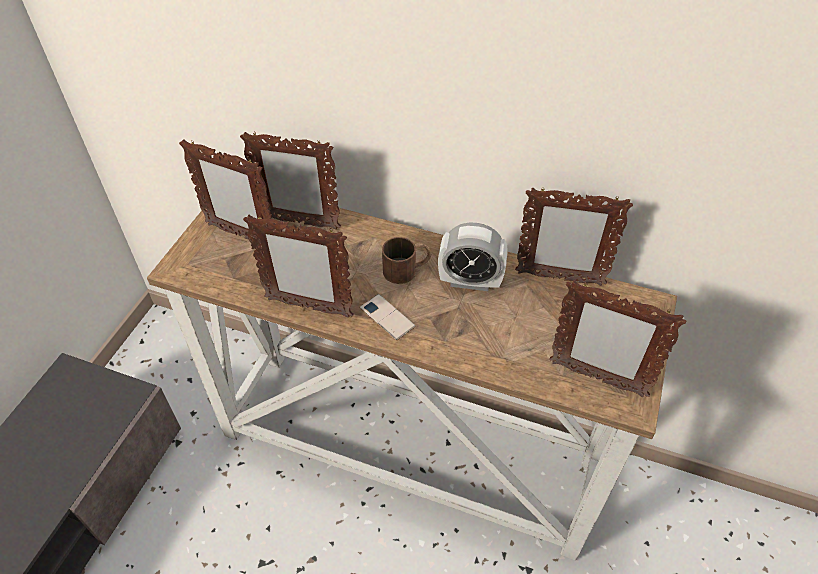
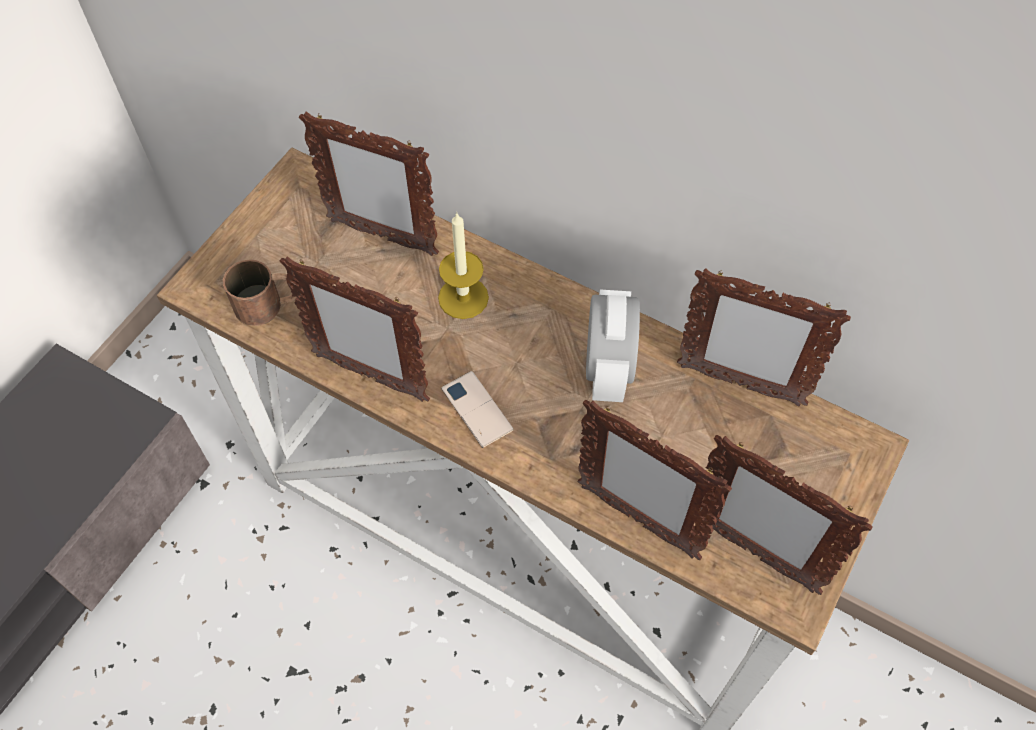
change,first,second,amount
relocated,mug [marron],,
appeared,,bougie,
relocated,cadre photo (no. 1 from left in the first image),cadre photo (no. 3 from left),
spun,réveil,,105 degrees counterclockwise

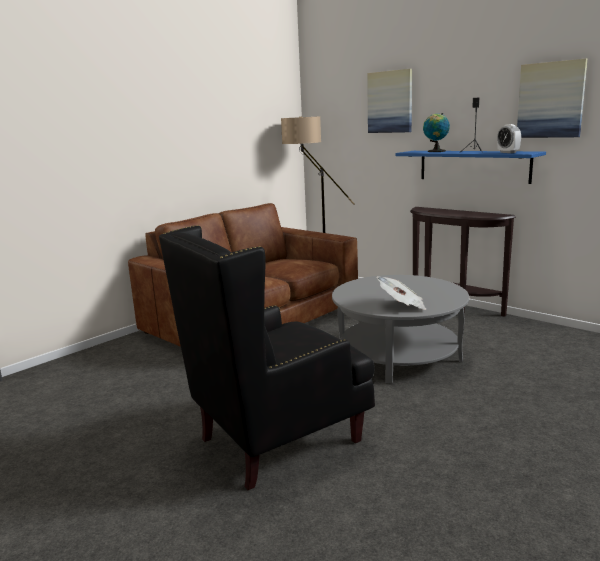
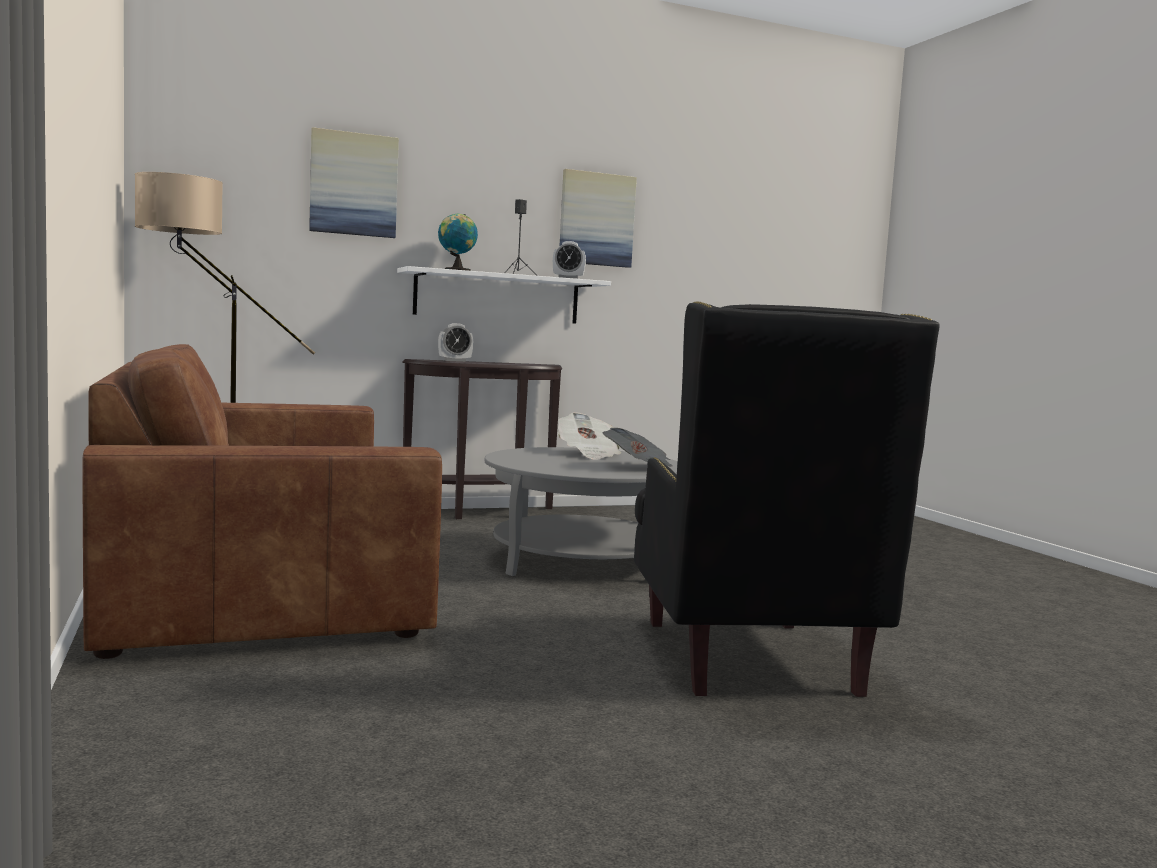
change,first,second,amount
colour,étagère [bleu],étagère [blanc],
appeared,,réveil (no. 1 from left),
appeared,,journal (no. 1 from left),

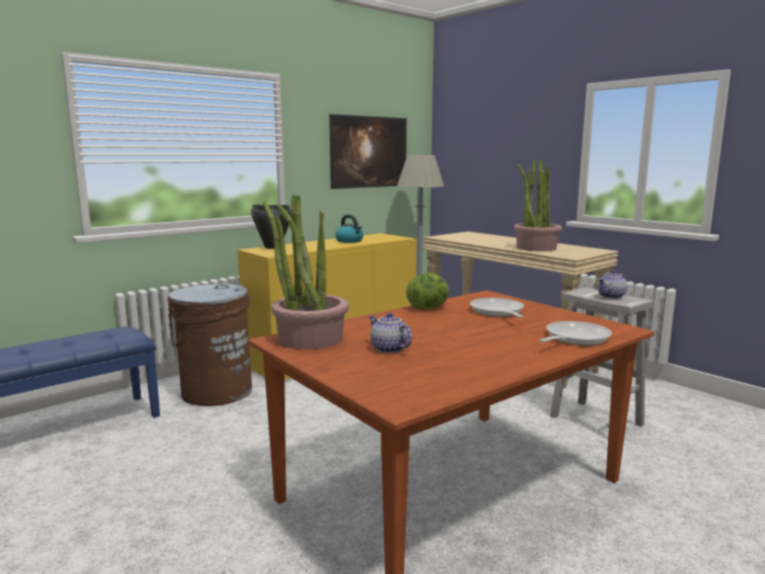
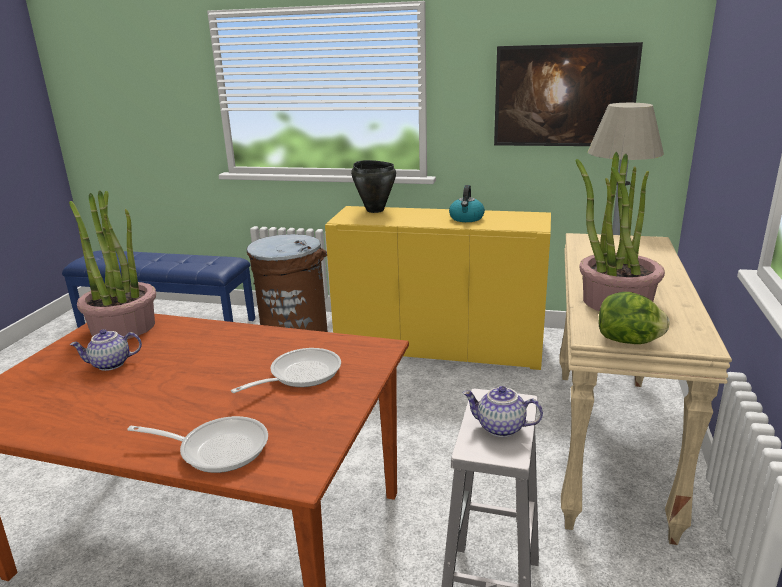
change,first,second,amount
spun,théière (no. 1 from left),,120 degrees counterclockwise
relocated,laitue,,

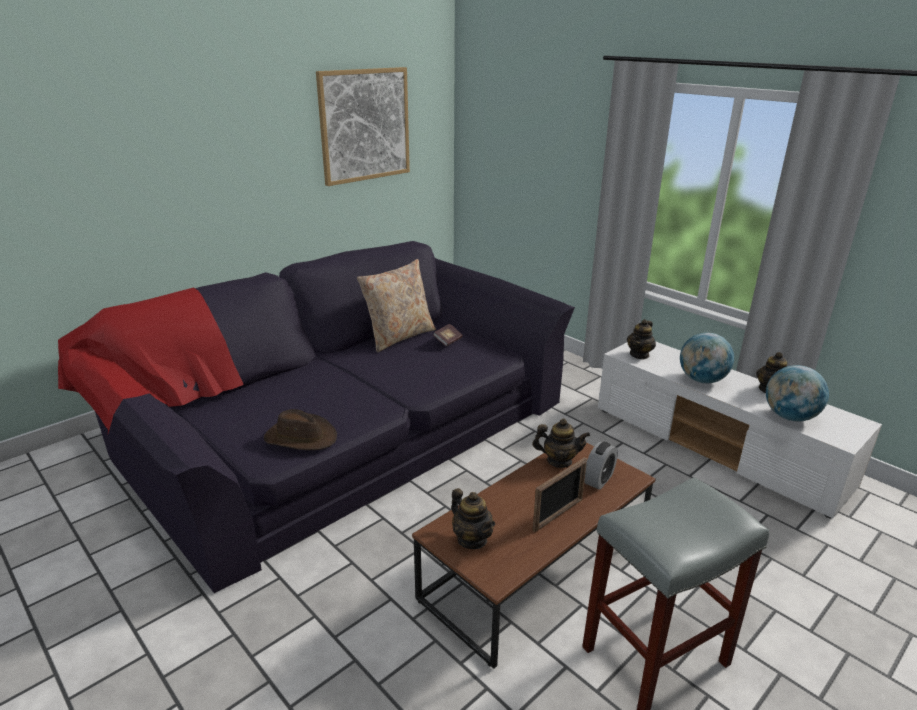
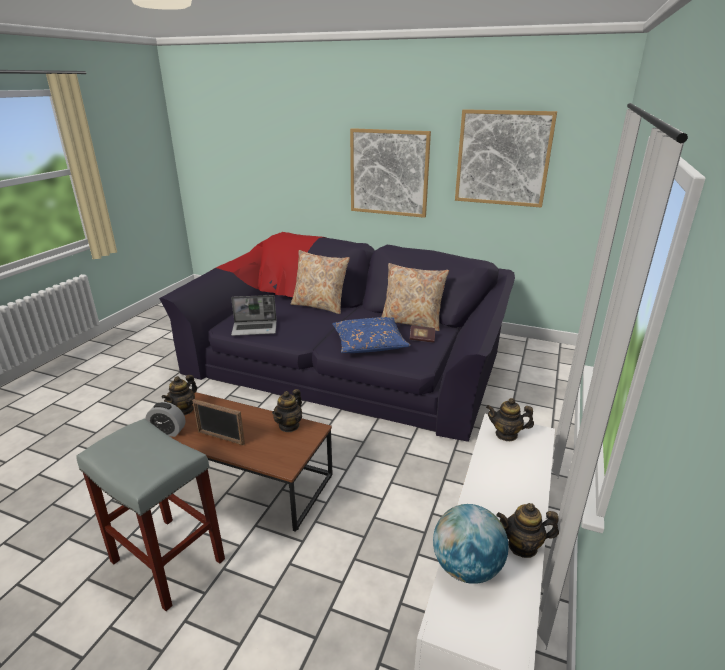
change,first,second,amount
relocated,réveil,,
exchanged,chapeau [marron],ordinateur portable,
spun,théière (no. 2 from left),,45 degrees clockwise
appeared,,coussin [beige] (no. 1 from left),
appeared,,coussin [bleu],
appeared,,tableau (no. 1 from left),
missing,globe (no. 1 from left),,

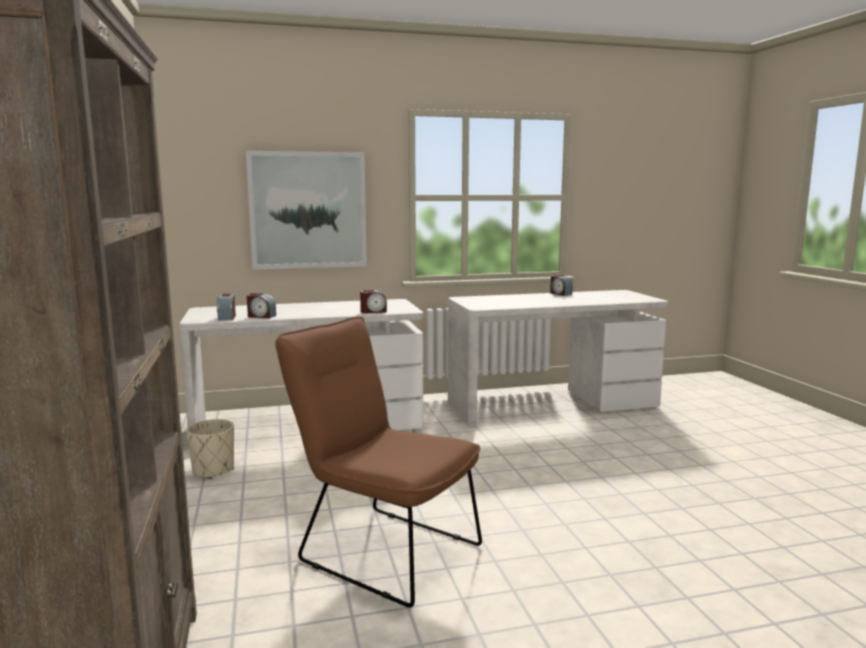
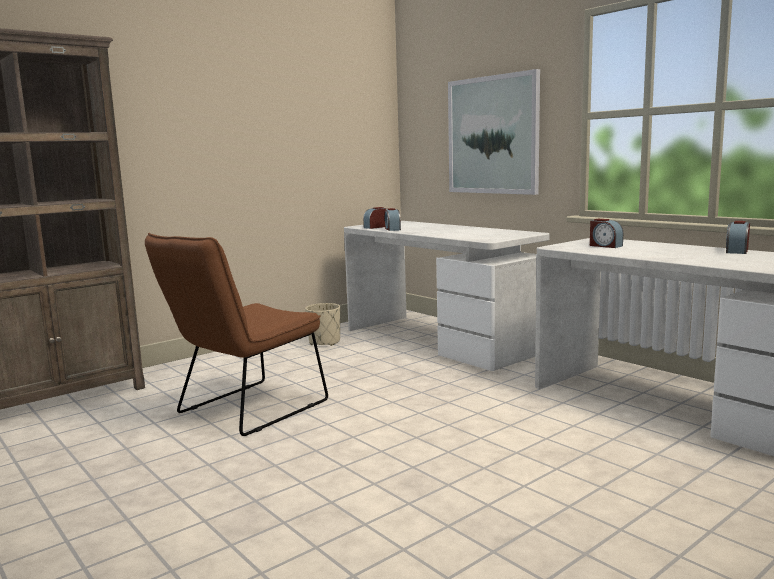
change,first,second,amount
spun,chaise [marron],,150 degrees counterclockwise
relocated,réveil (no. 3 from left),,

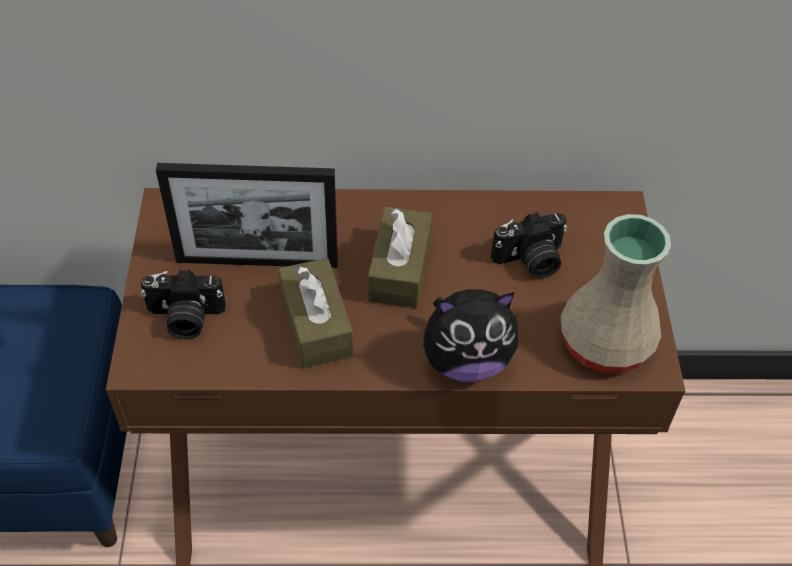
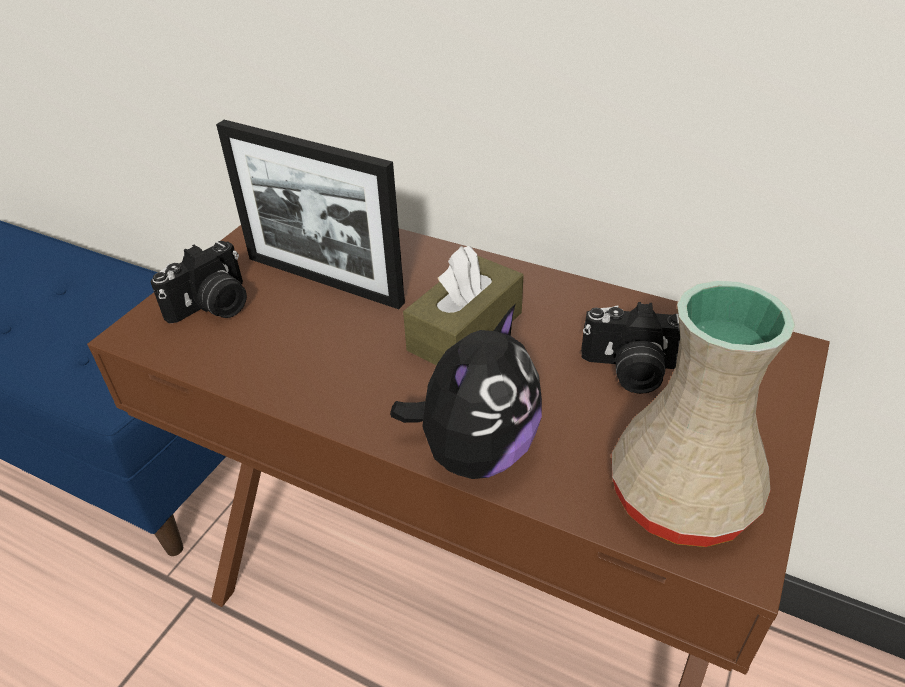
change,first,second,amount
spun,appareil photo (no. 1 from left),,75 degrees counterclockwise
spun,peluche,,75 degrees counterclockwise
missing,boîte à mouchoirs [marron] (no. 1 from left),,

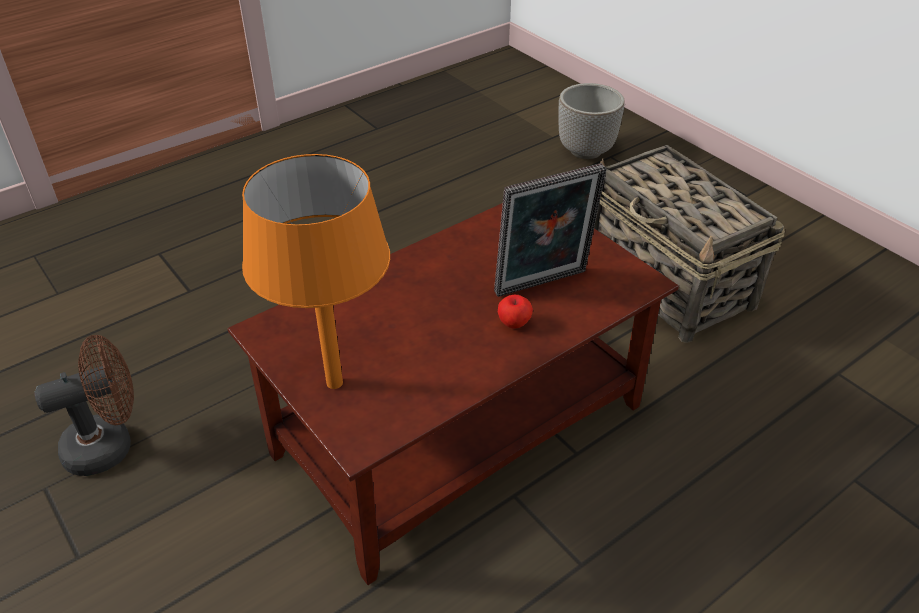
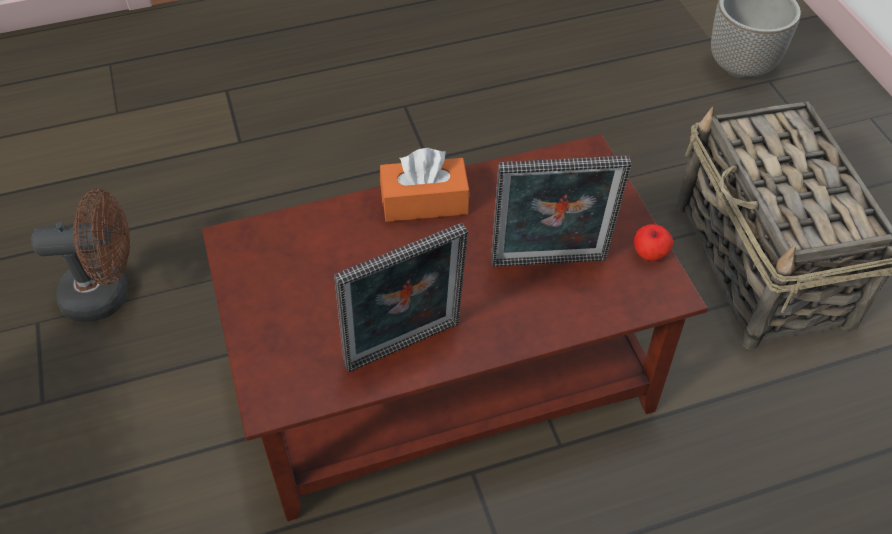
change,first,second,amount
appeared,,cadre photo (no. 1 from left),
appeared,,boîte à mouchoirs [orange],
relocated,pomme,,
missing,lampe de table [orange],,

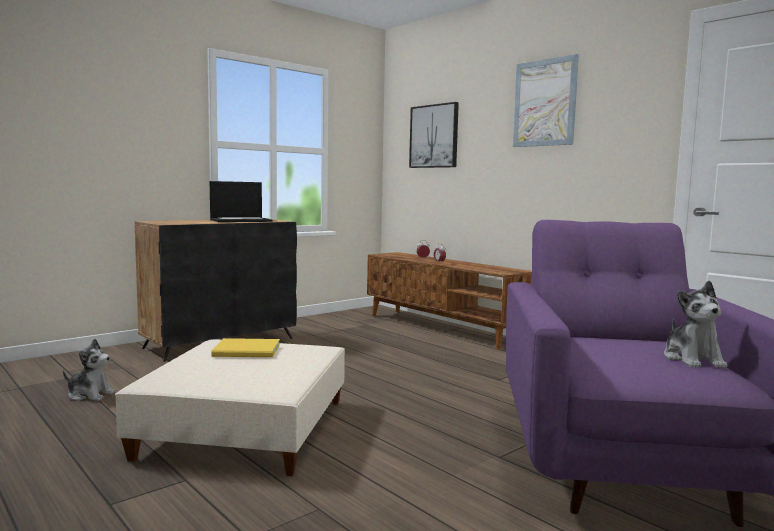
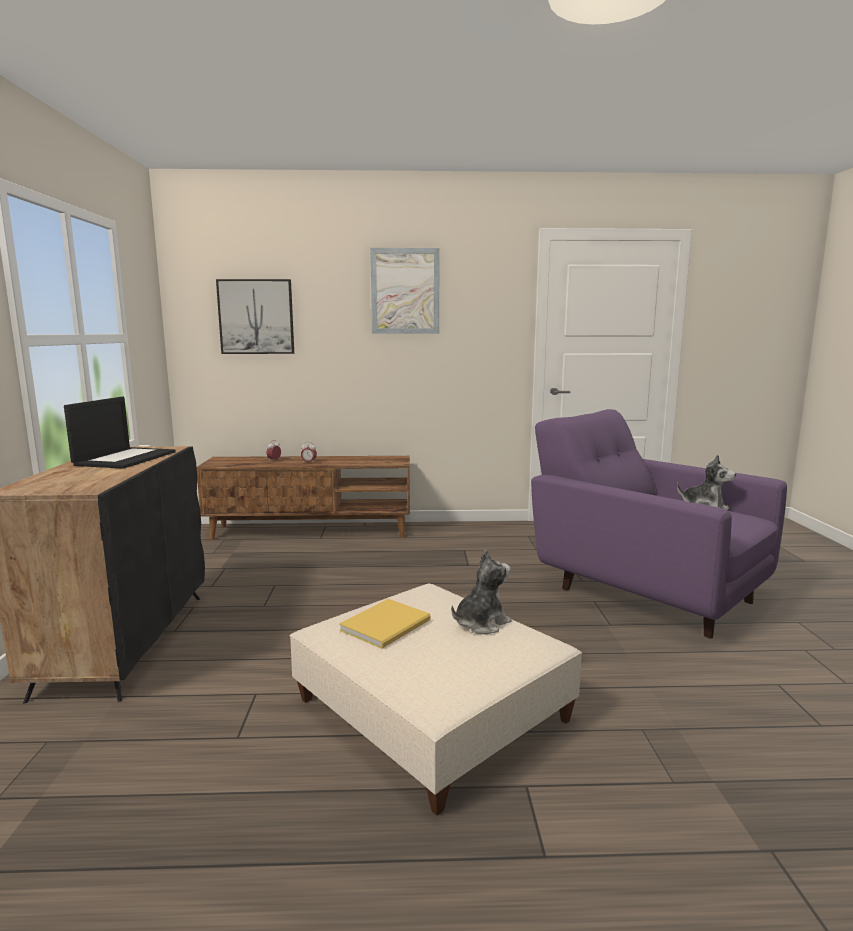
change,first,second,amount
relocated,peluche (no. 1 from left),,

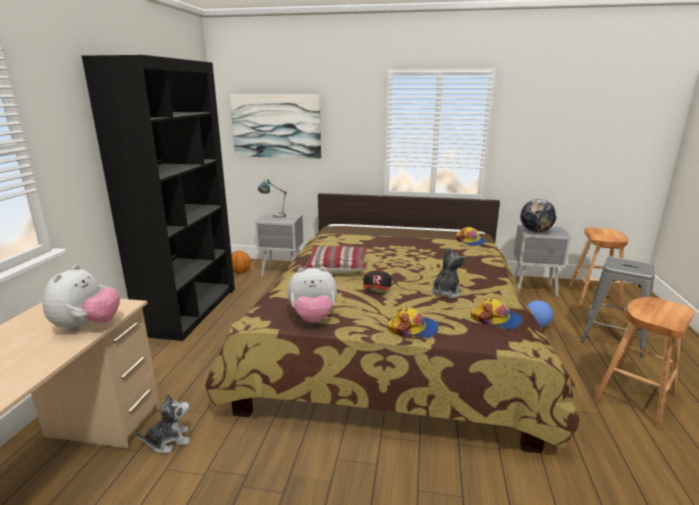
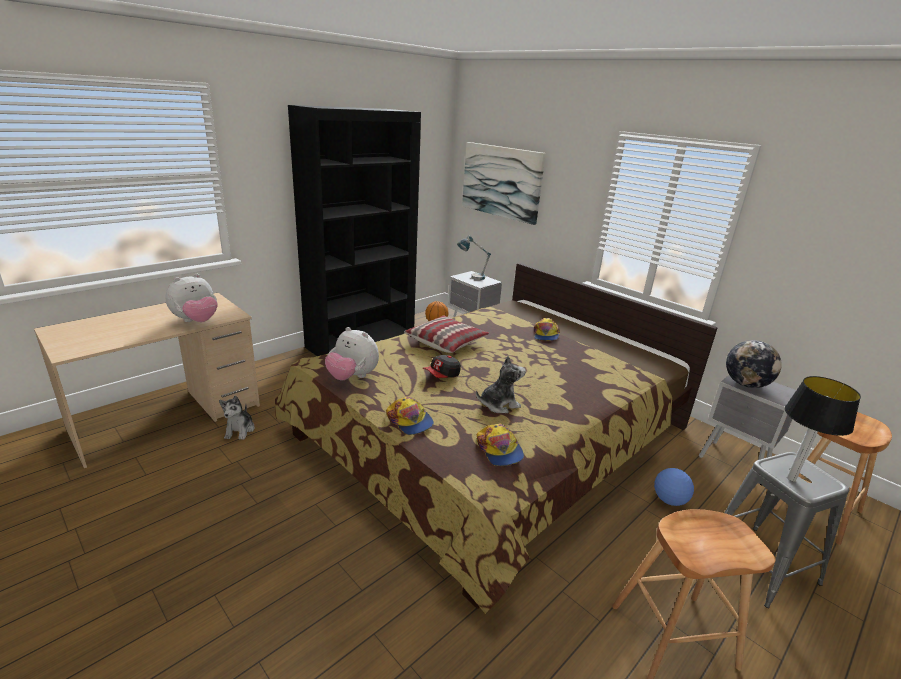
change,first,second,amount
spun,peluche (no. 2 from left),,75 degrees clockwise
relocated,casquette (no. 3 from left in the first image),casquette (no. 4 from left),
appeared,,lampe de table (no. 2 from left),

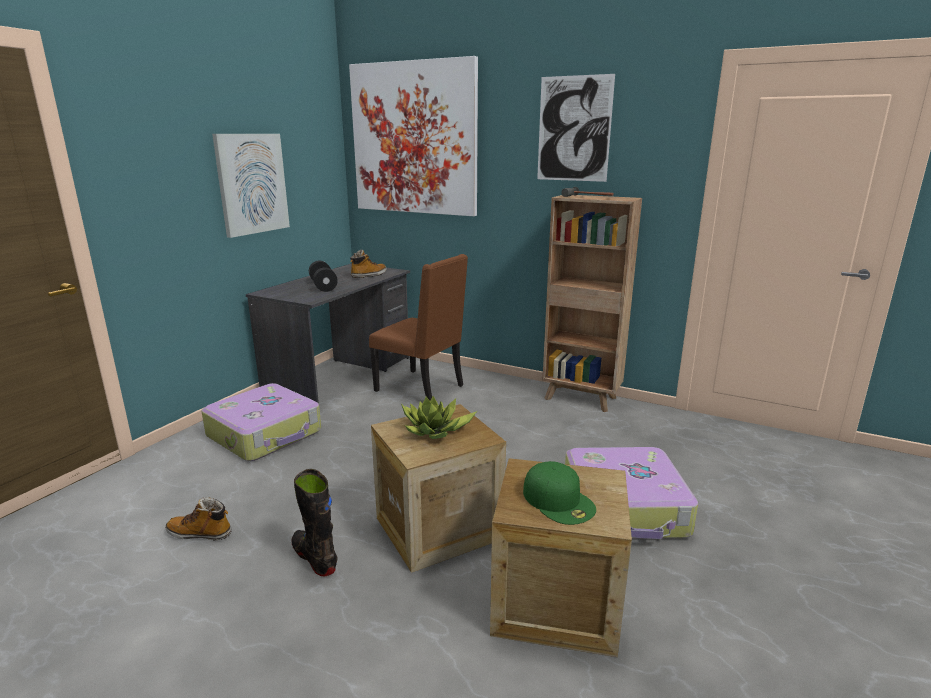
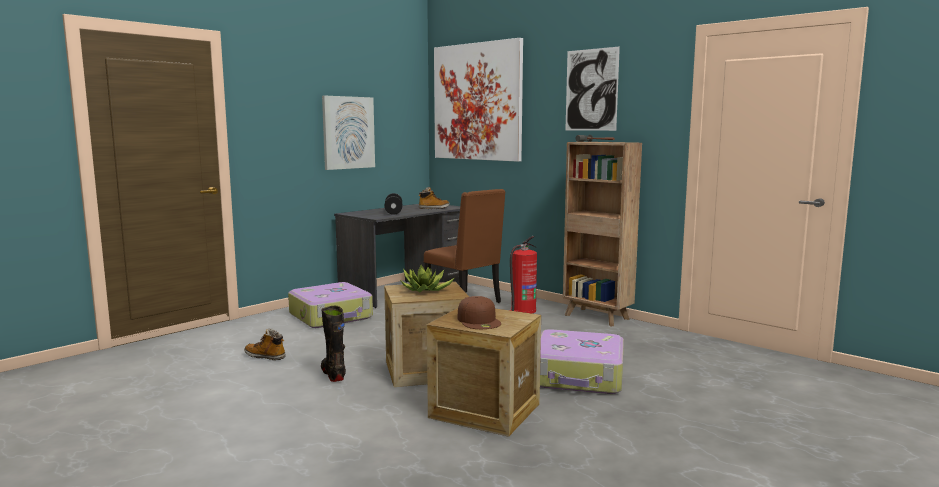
change,first,second,amount
colour,casquette [vert],casquette [marron],
appeared,,extincteur,

